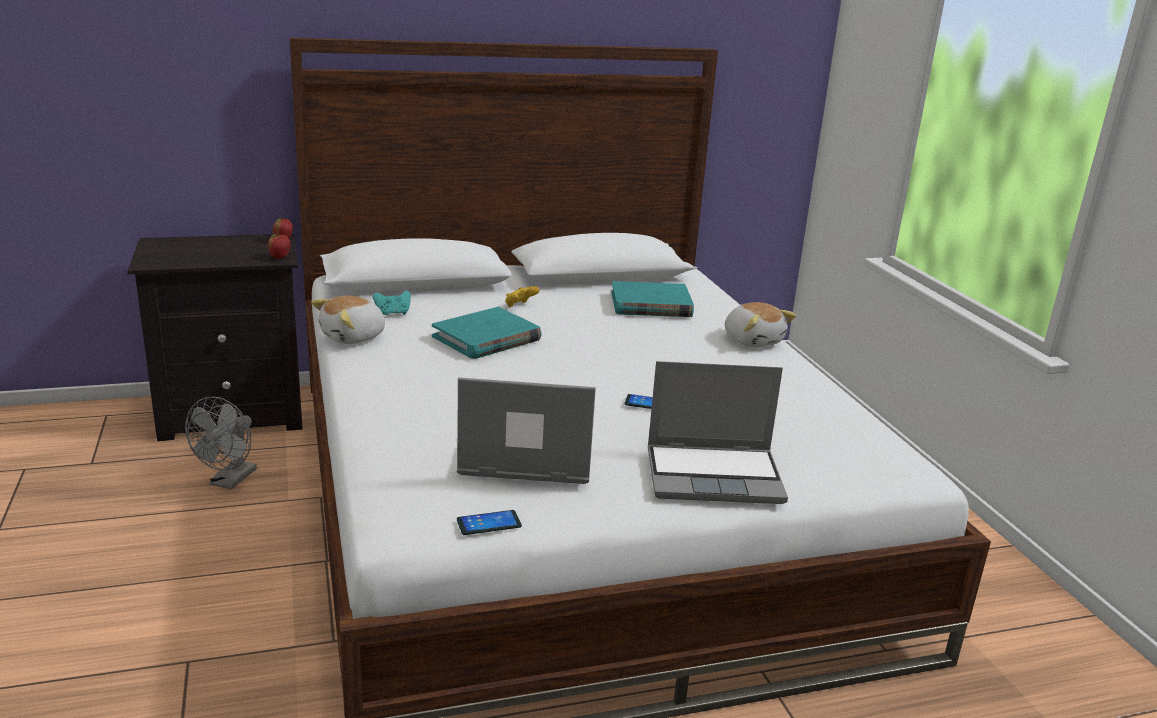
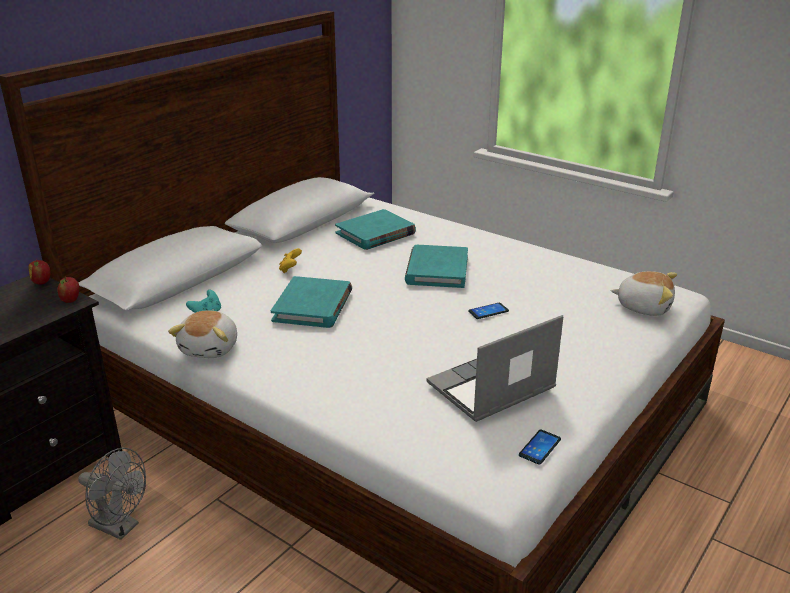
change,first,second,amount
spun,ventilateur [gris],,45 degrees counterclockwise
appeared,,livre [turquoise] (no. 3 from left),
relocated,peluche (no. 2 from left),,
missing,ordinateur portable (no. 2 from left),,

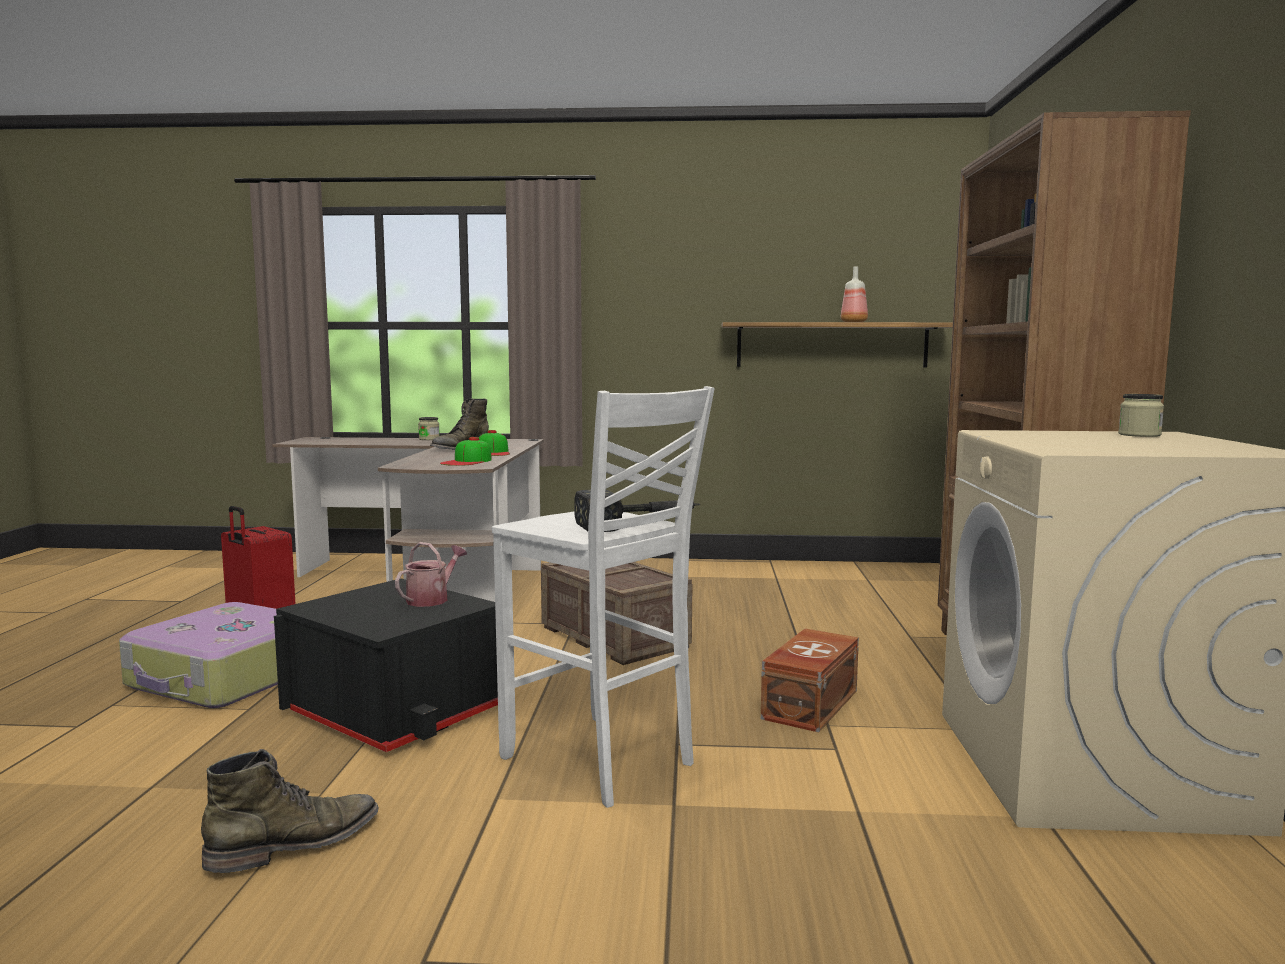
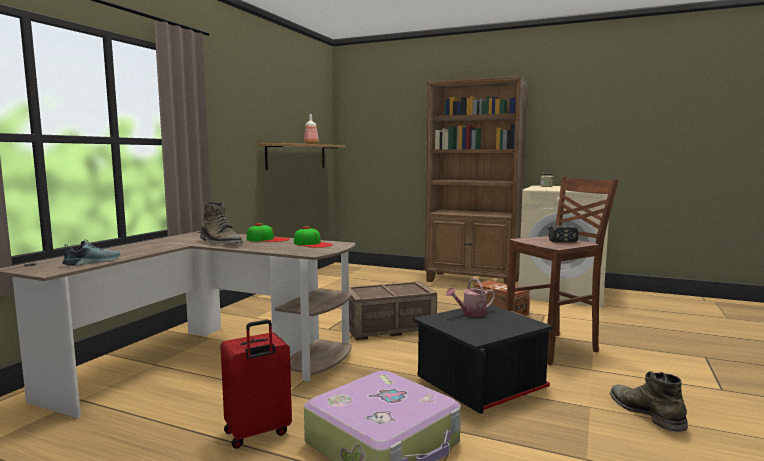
change,first,second,amount
appeared,,chaussure,
spun,arrosoir,,75 degrees counterclockwise
colour,tabouret [blanc],tabouret [marron],
missing,bocal (no. 1 from left),,

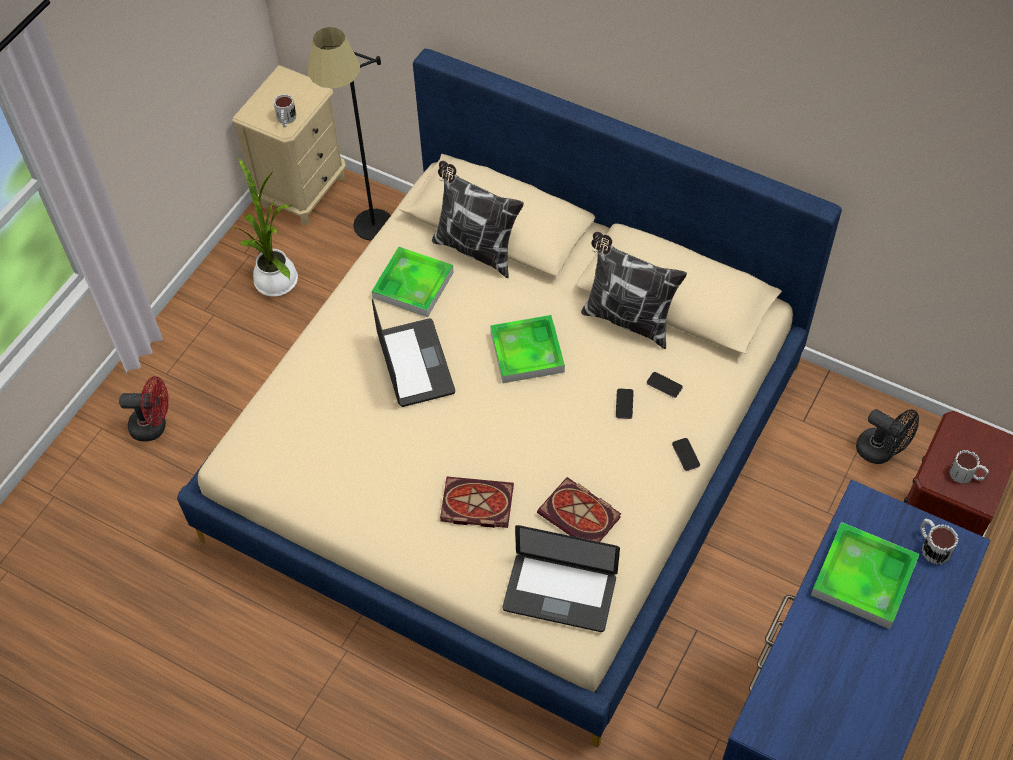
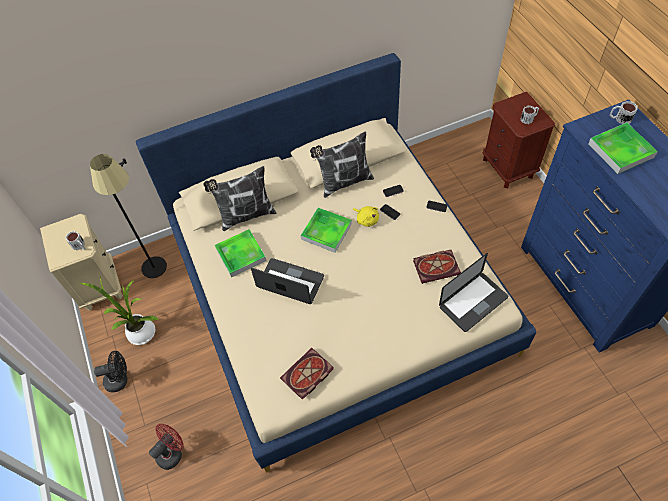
change,first,second,amount
relocated,ventilateur [noir],,
relocated,livre (no. 1 from left),,
appeared,,peluche [jaune],

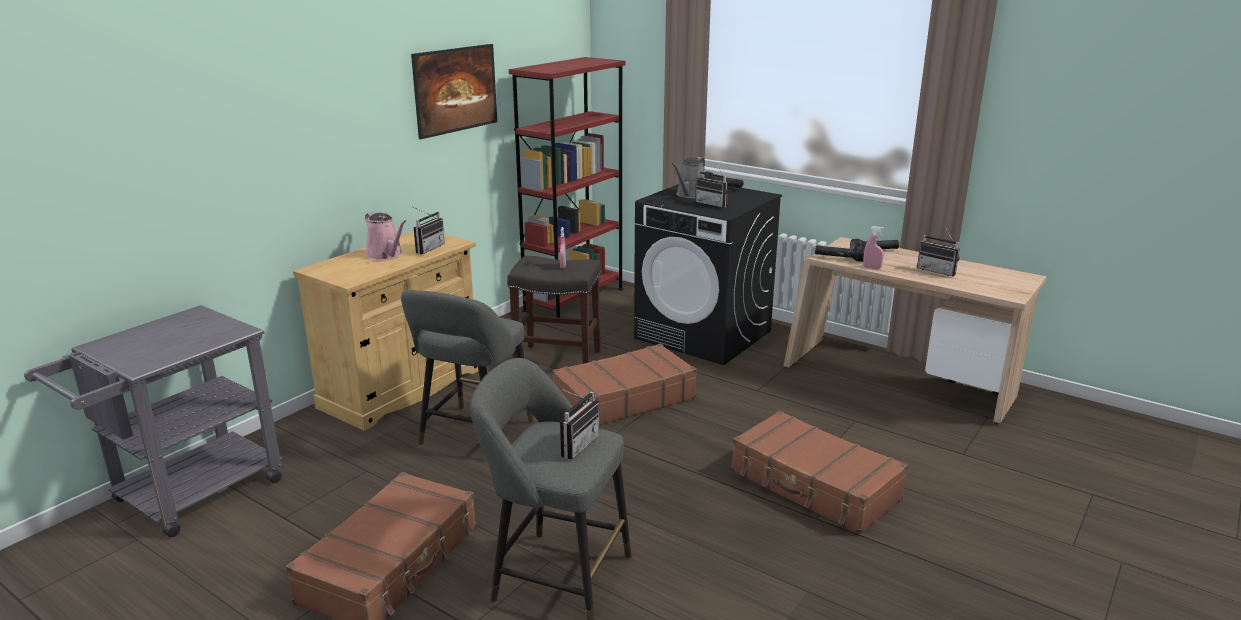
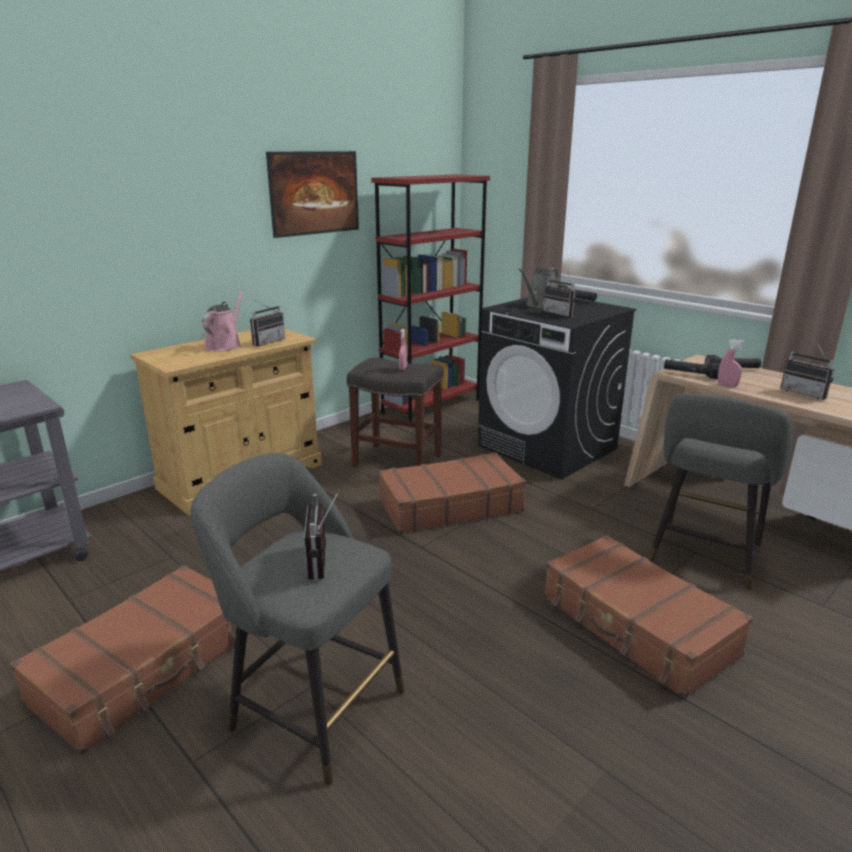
change,first,second,amount
spun,arrosoir [rose],,135 degrees counterclockwise
spun,radio (no. 2 from left),,135 degrees clockwise
relocated,tabouret [gris] (no. 1 from left in the first image),tabouret [gris] (no. 3 from left),

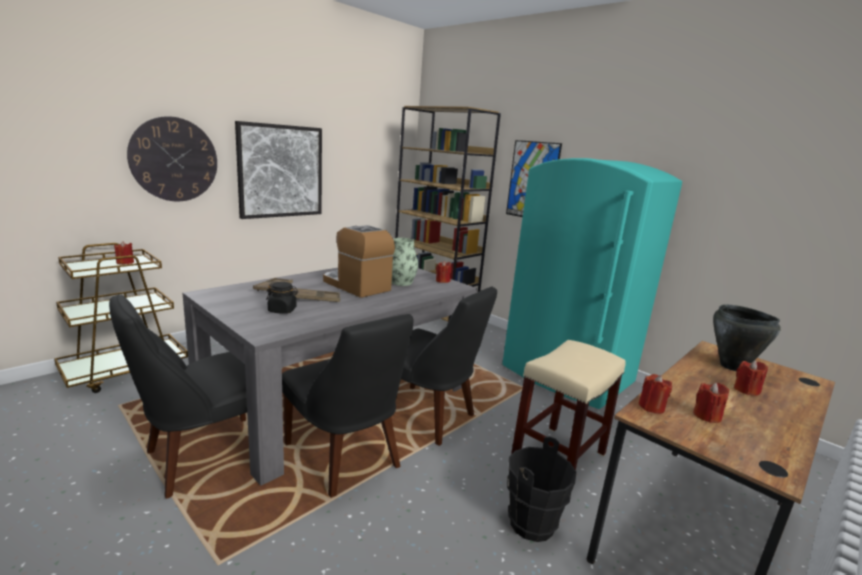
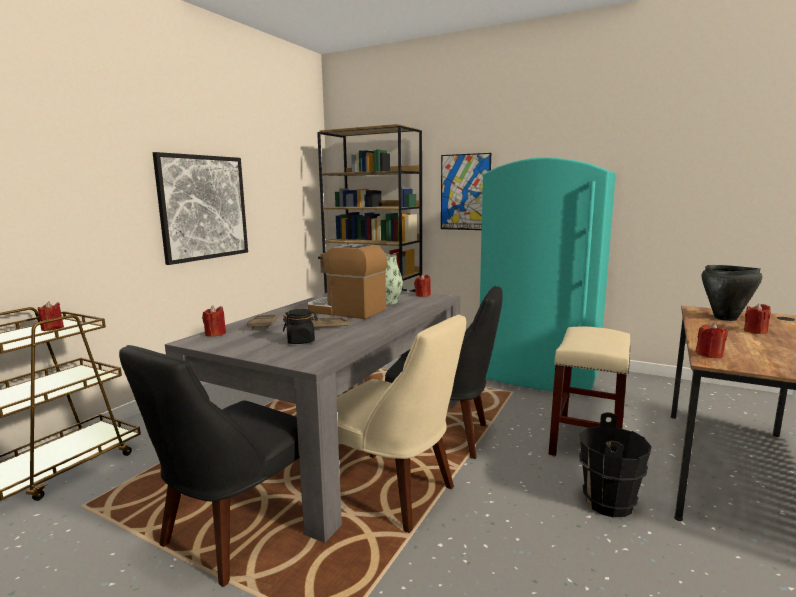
change,first,second,amount
relocated,bougie [rouge] (no. 4 from left in the first image),bougie [rouge] (no. 2 from left),
colour,chaise [noir] (no. 2 from left),chaise [beige],
missing,horloge murale,,

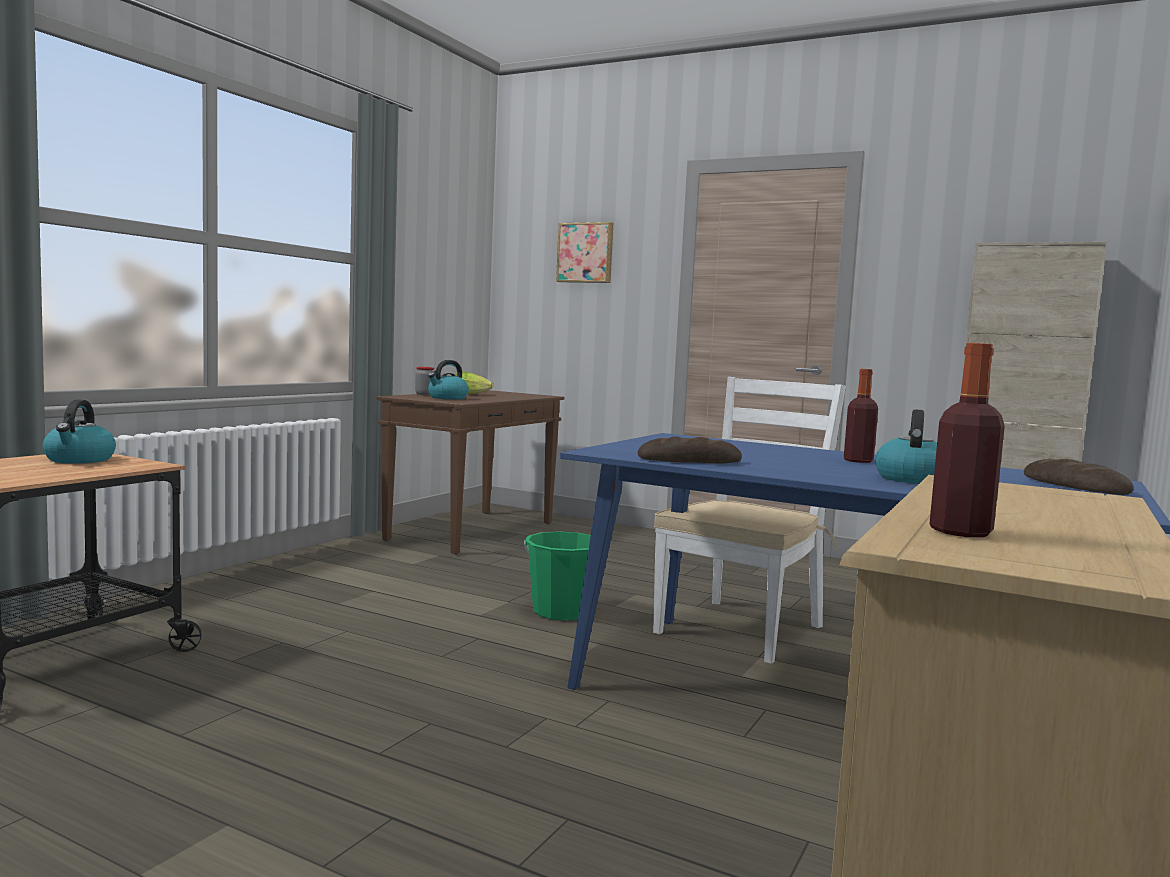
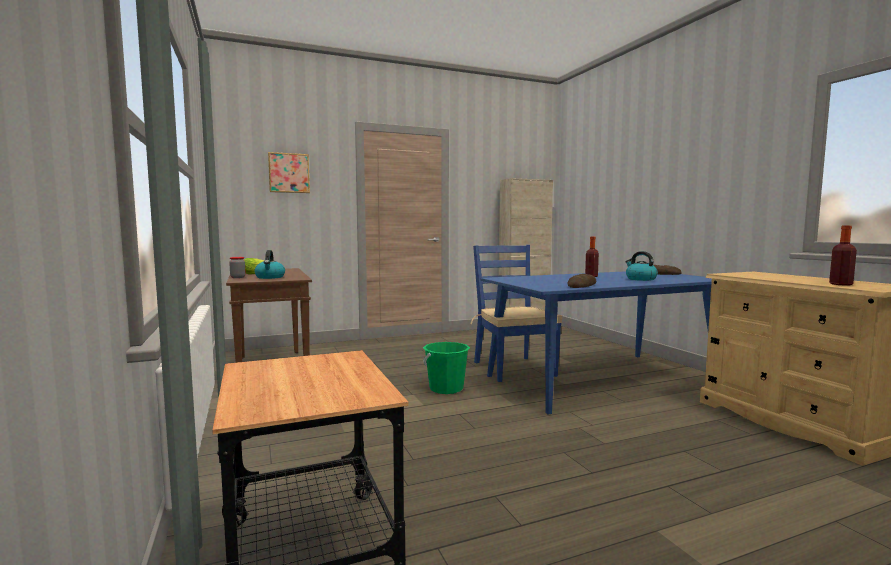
change,first,second,amount
colour,chaise [blanc],chaise [bleu],
missing,bouilloire (no. 1 from left),,

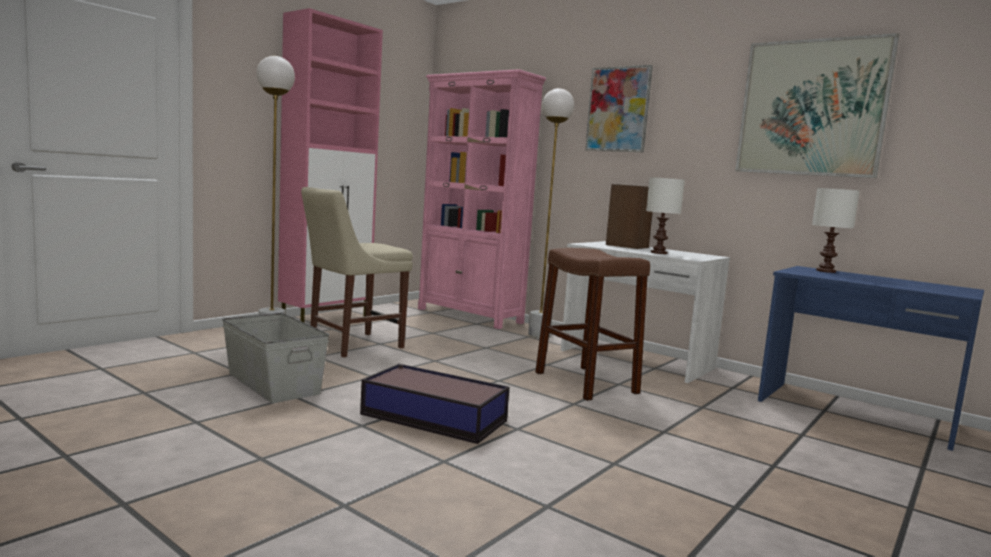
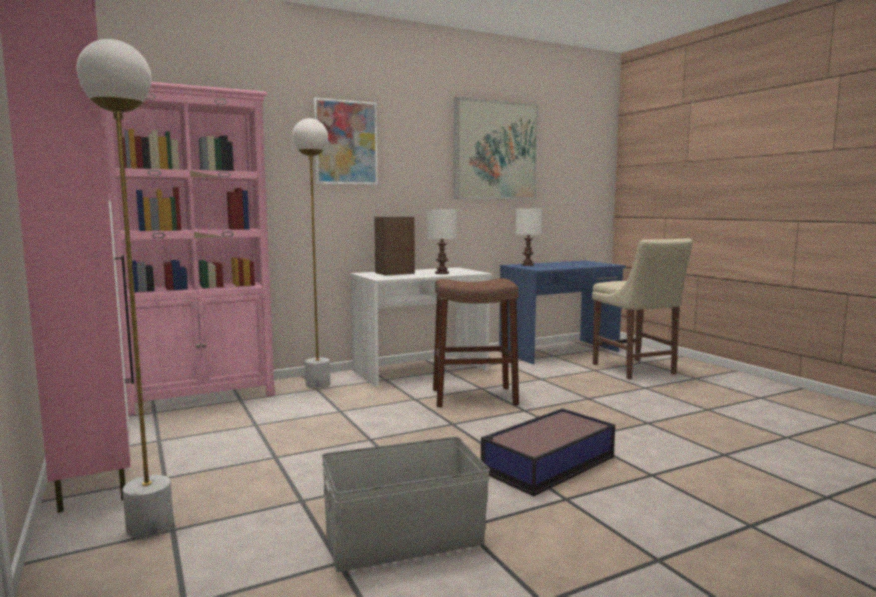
change,first,second,amount
relocated,chaise [beige],,

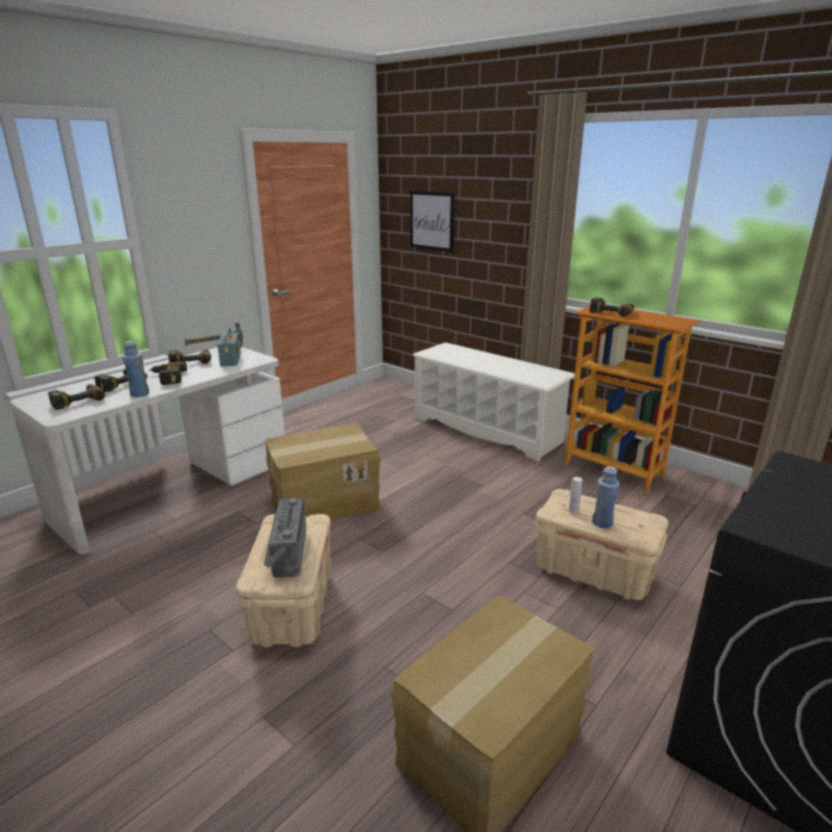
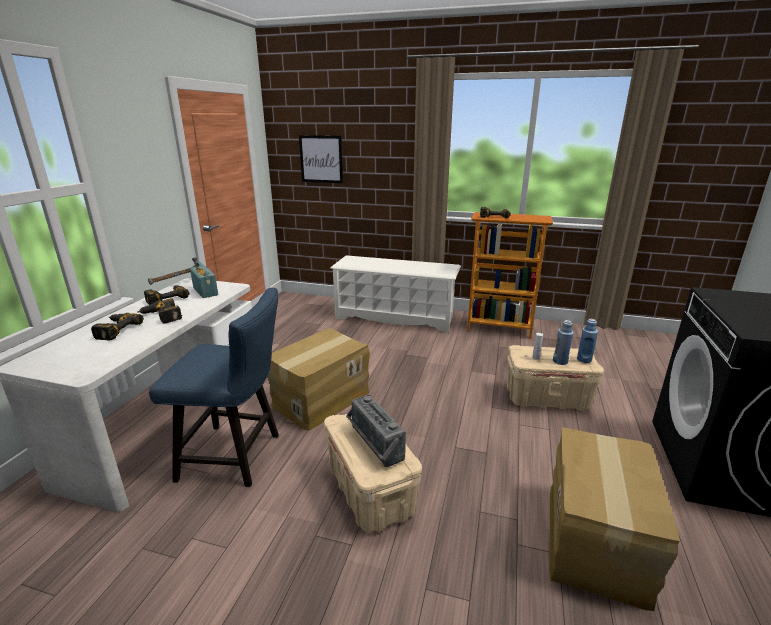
change,first,second,amount
appeared,,chaise [bleu],
relocated,bouteille [bleu] (no. 1 from left in the first image),bouteille [bleu] (no. 2 from left),
missing,perceuse (no. 1 from left),,

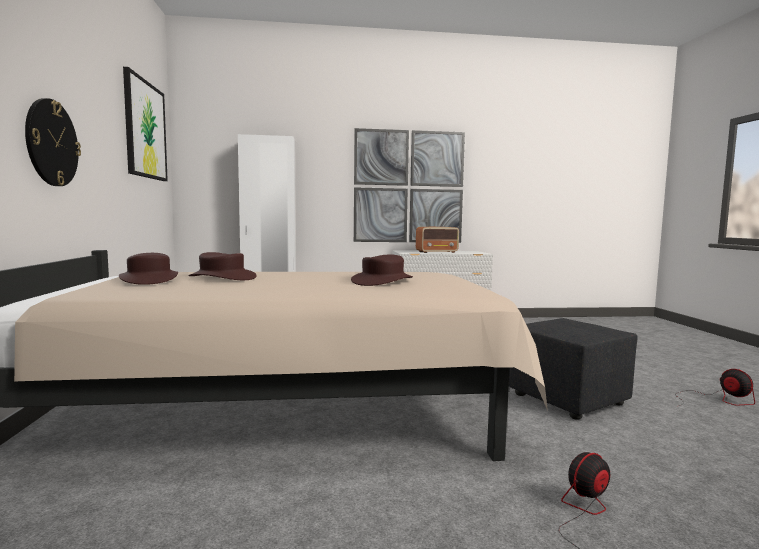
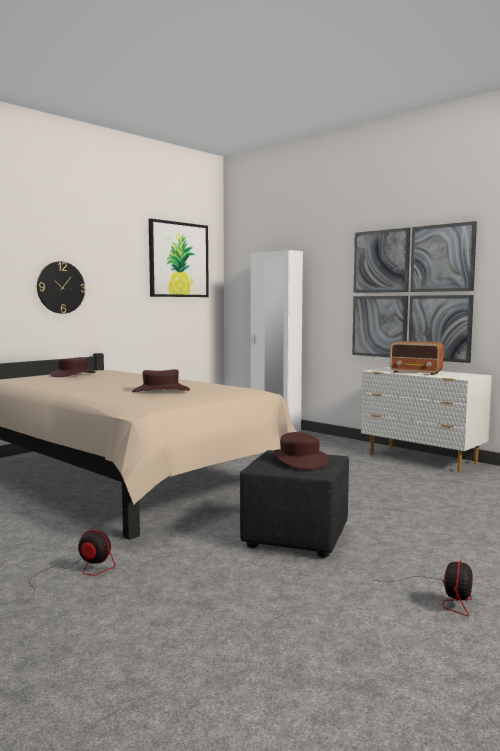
change,first,second,amount
relocated,chapeau [marron] (no. 2 from left in the first image),chapeau [marron] (no. 3 from left),

